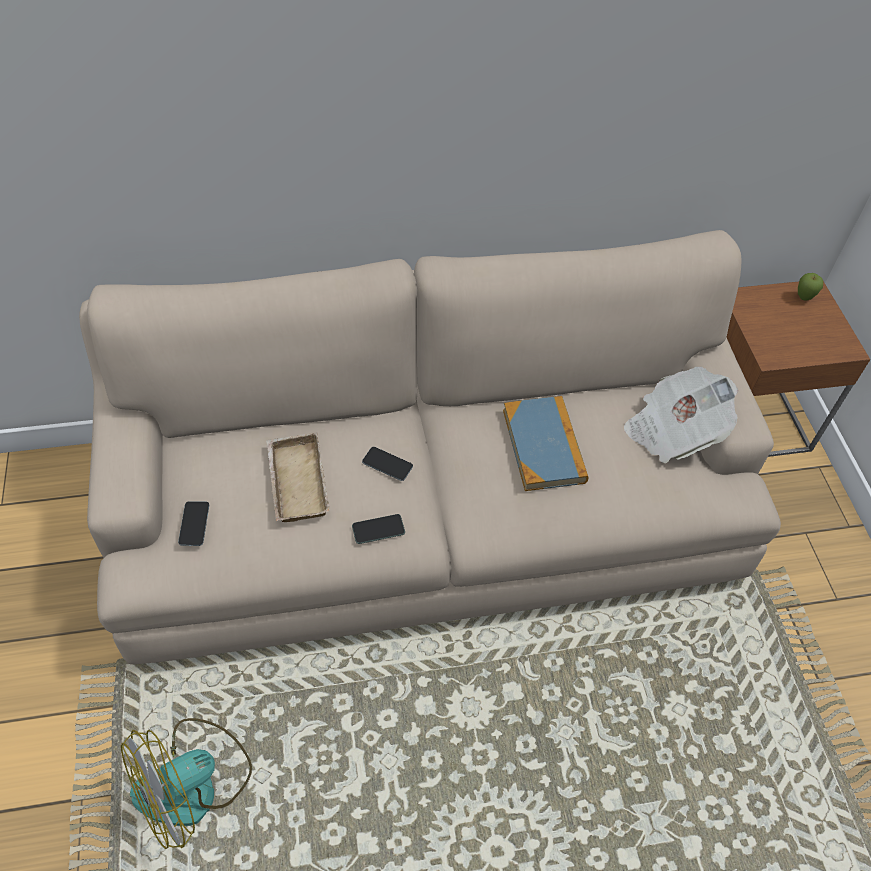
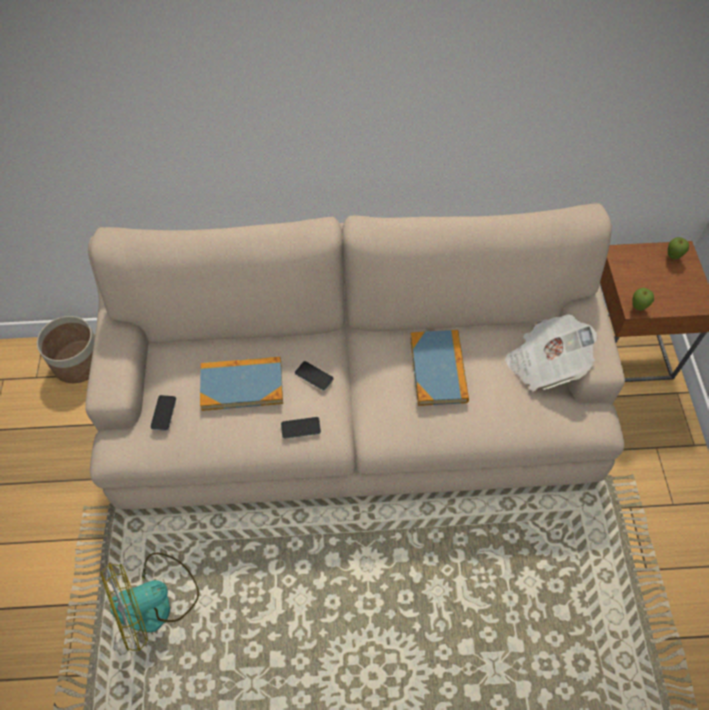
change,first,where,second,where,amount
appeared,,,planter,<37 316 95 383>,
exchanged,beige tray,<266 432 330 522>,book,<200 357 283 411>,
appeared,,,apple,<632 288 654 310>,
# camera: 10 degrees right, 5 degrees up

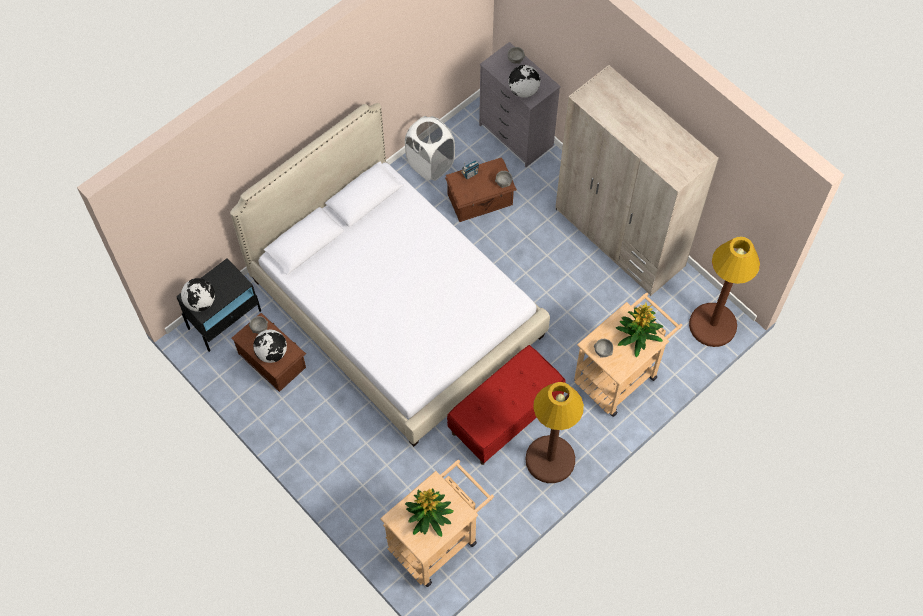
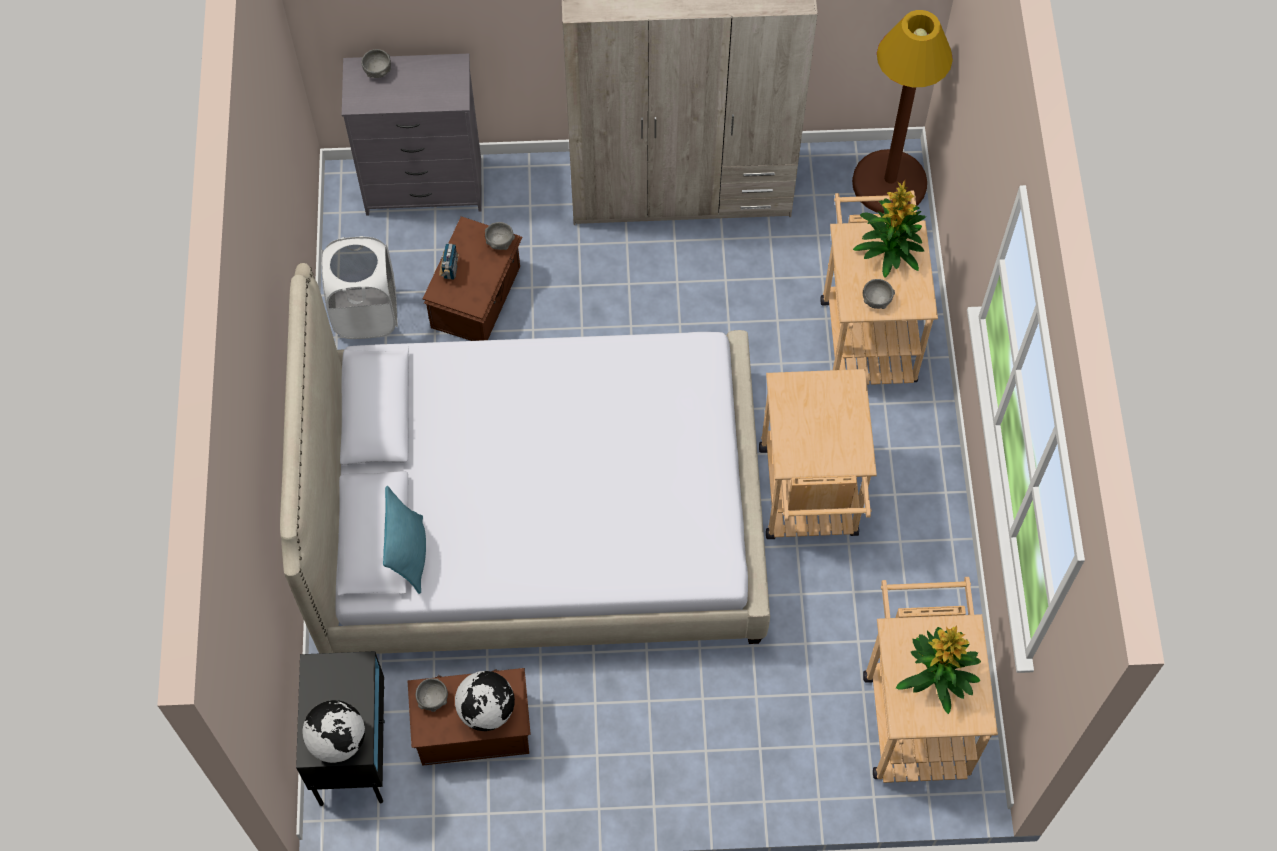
change,first,where,second,where,amount
appeared,,,turquoise pillow,<383 486 426 594>,
exchanged,red bench,<447 345 566 465>,beige cart,<759 369 877 539>,
missing,globe,<509 65 541 98>,,,
missing,brown floor lamp,<525 382 584 483>,,,
# camera: 50 degrees left, 0 degrees up

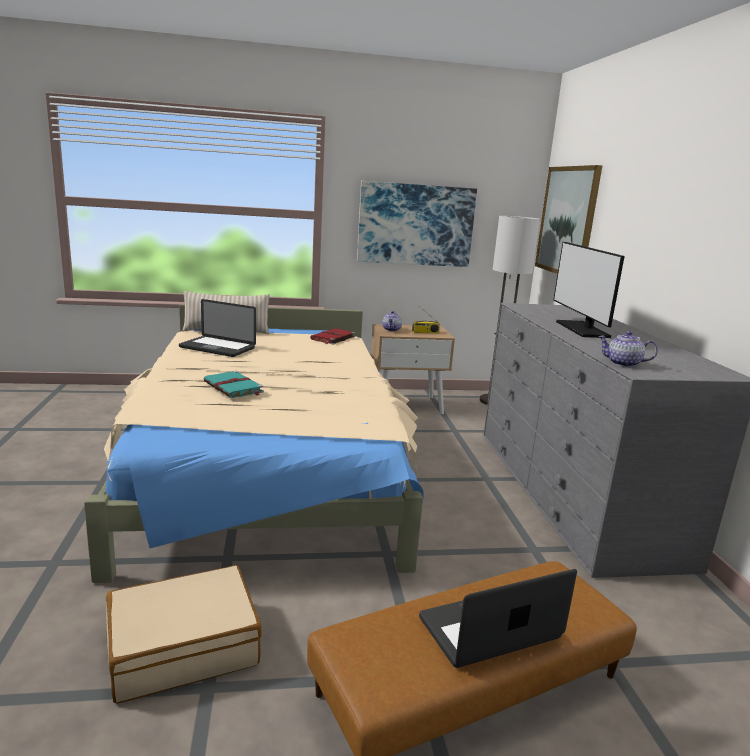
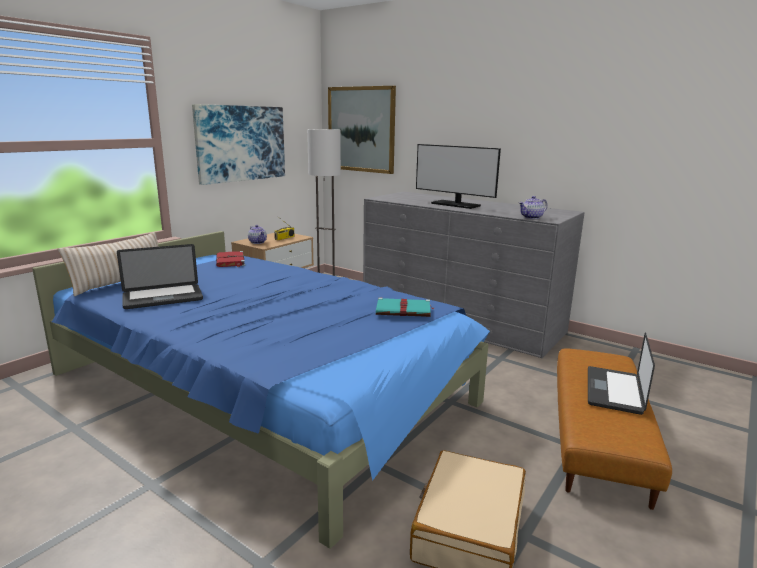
change,first,where,second,where,amount
colour,beige bed,<84 304 424 583>,blue bed,<32 231 490 549>,
relocated,turquoise book,<204 371 264 398>,,<376 298 434 317>,
# camera: 45 degrees left, 0 degrees up

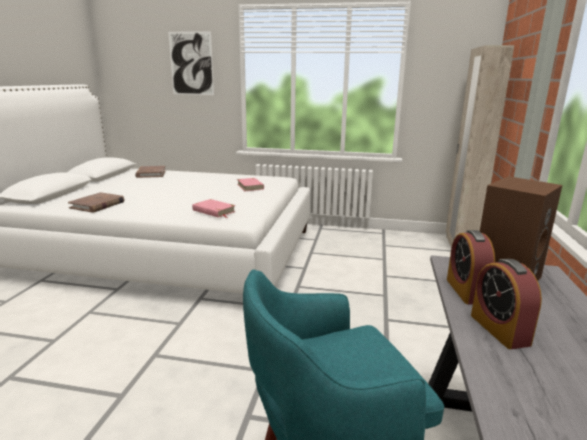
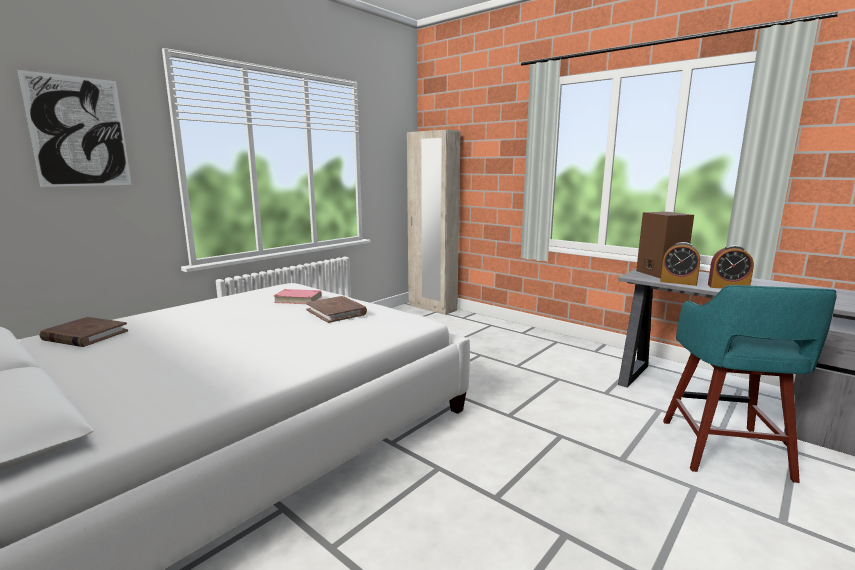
change,first,where,second,where,amount
relocated,brown book,<68 192 125 213>,,<306 296 367 323>,
missing,pink book,<192 199 236 218>,,,
# camera: 60 degrees left, 5 degrees down

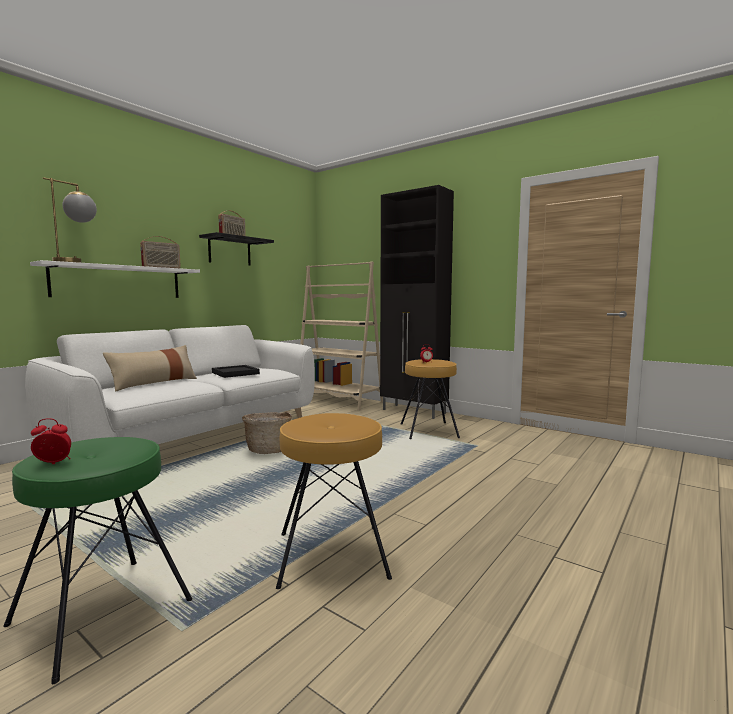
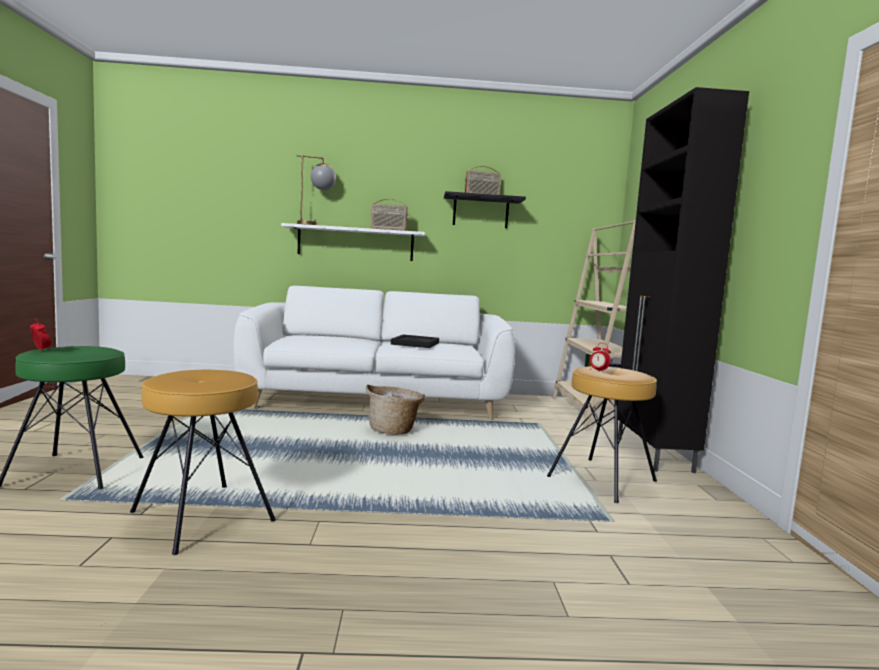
change,first,where,second,where,amount
missing,beige pillow,<103 345 197 392>,,,
# camera: 50 degrees right, 0 degrees up

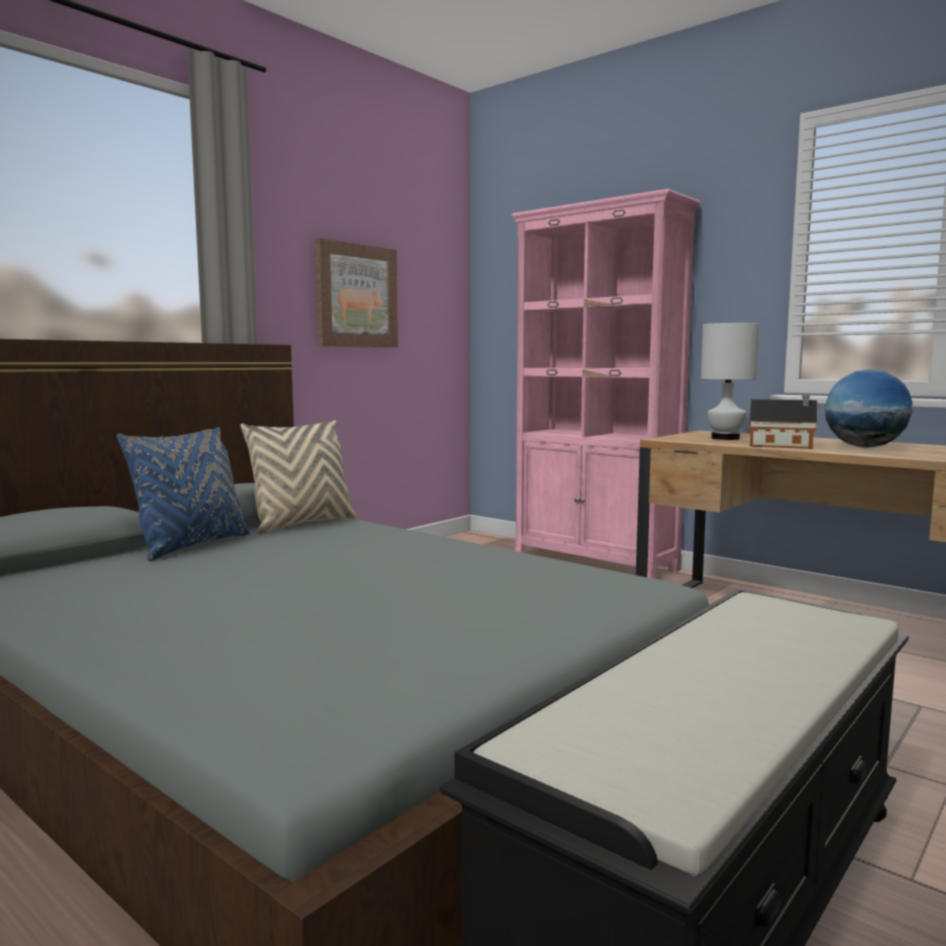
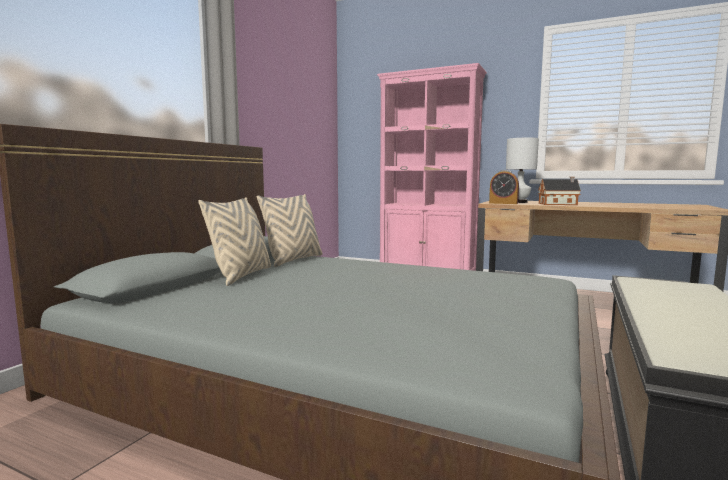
change,first,where,second,where,amount
colour,blue pillow,<117 427 250 561>,beige pillow,<198 197 271 286>,
appeared,,,alarm clock,<489 170 519 204>,
missing,picture,<315 238 398 347>,,,
missing,globe,<825 369 913 448>,,,
# camera: 15 degrees left, 0 degrees up

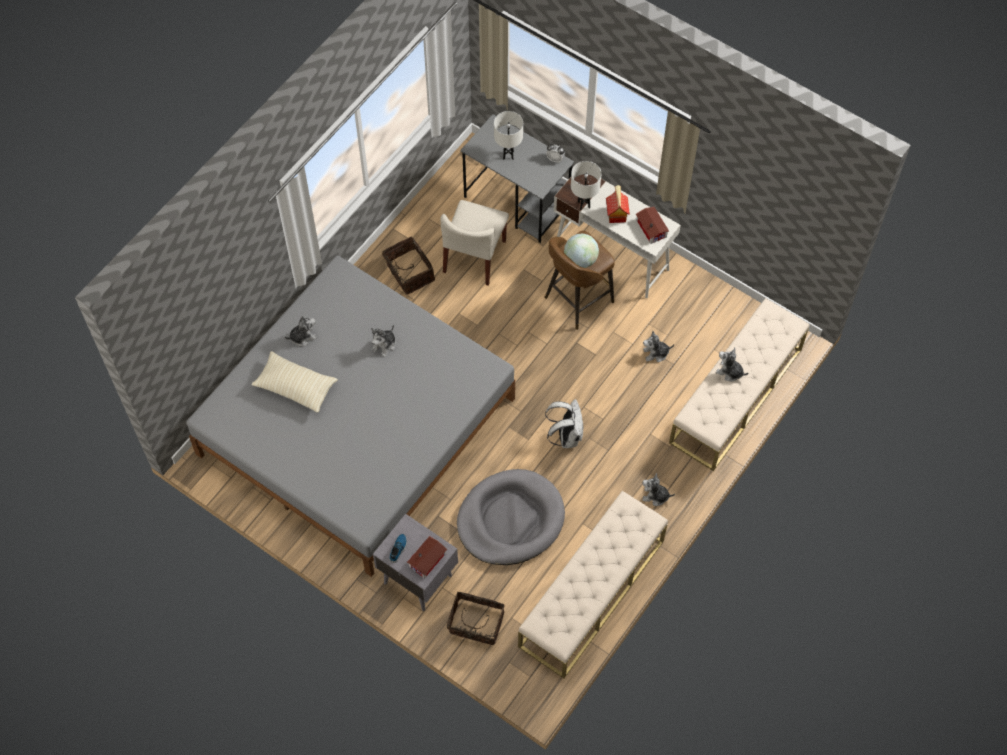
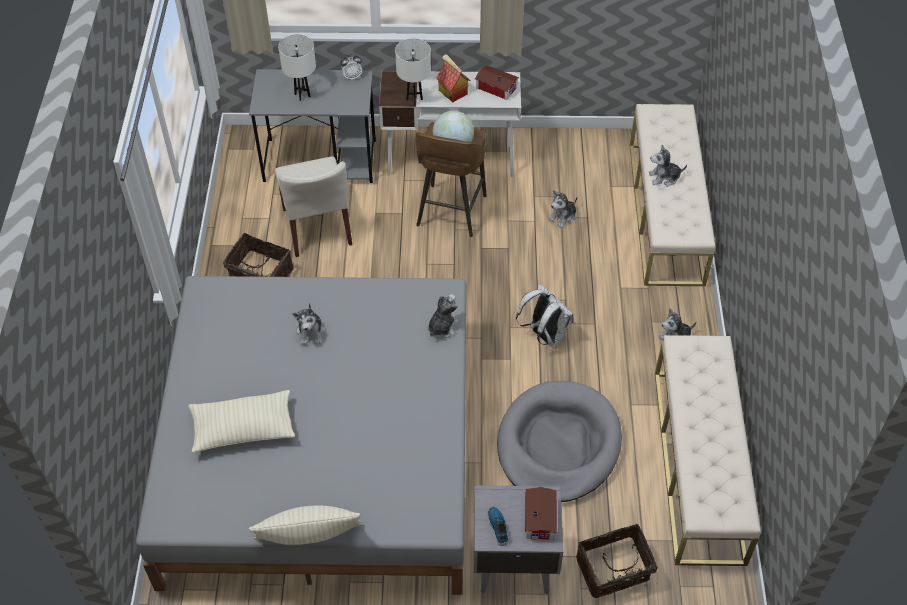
change,first,where,second,where,amount
appeared,,,beige pillow,<249 506 363 545>,
relocated,plush toy,<285 316 317 346>,,<428 294 459 338>,
# camera: 35 degrees left, 10 degrees down

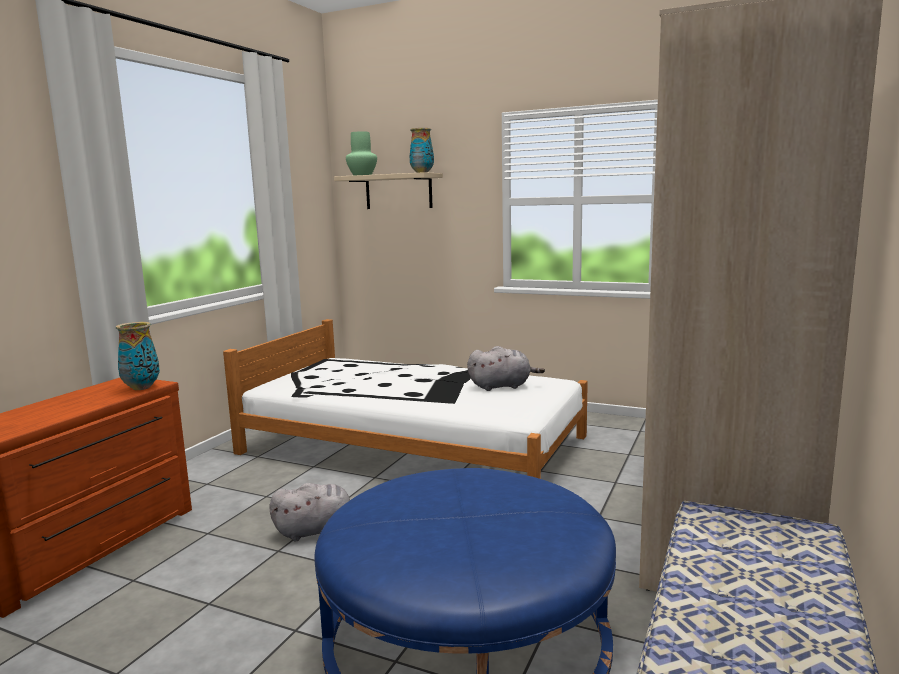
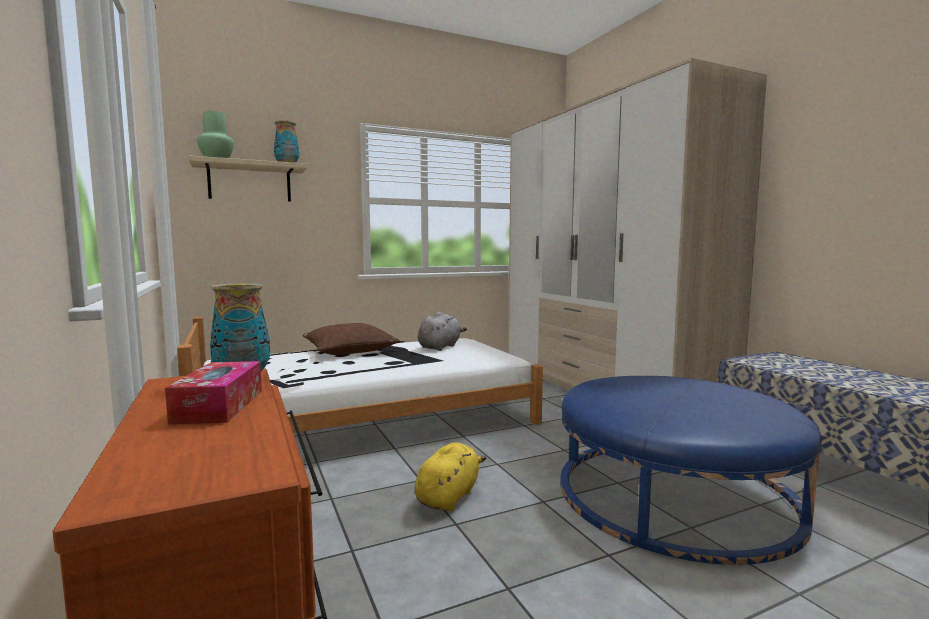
change,first,where,second,where,amount
appeared,,,tissue box,<165 361 262 424>,
appeared,,,brown pillow,<303 323 400 355>,
colour,grey plush toy,<269 483 350 541>,yellow plush toy,<415 442 487 512>,
# camera: 50 degrees left, 5 degrees down

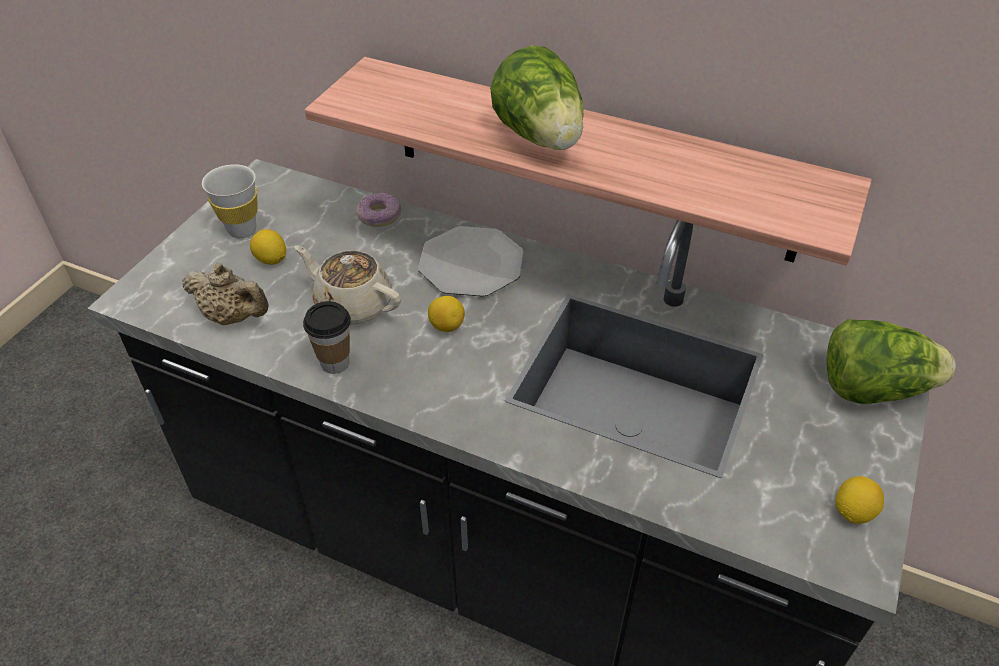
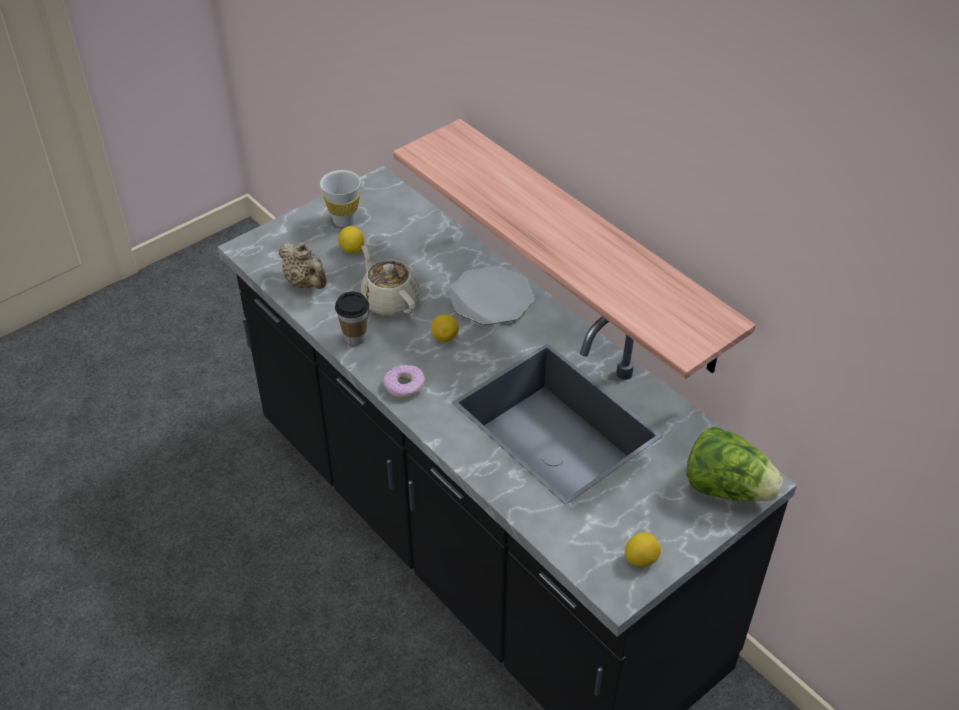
change,first,where,second,where,amount
relocated,donut,<356 193 401 227>,,<383 365 425 398>,
missing,lettuce,<490 46 584 150>,,,
# camera: 25 degrees right, 0 degrees up

